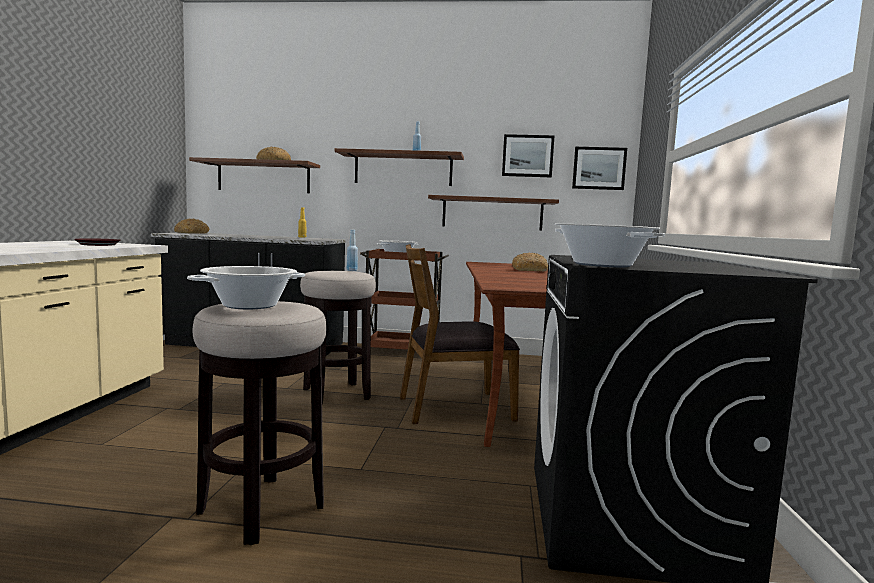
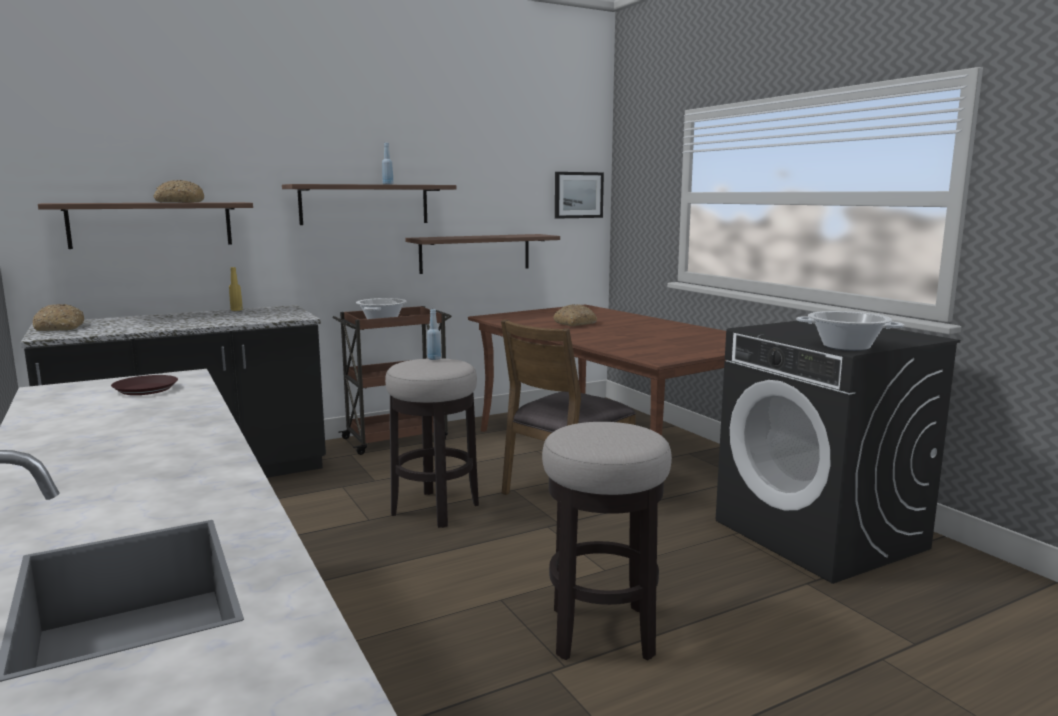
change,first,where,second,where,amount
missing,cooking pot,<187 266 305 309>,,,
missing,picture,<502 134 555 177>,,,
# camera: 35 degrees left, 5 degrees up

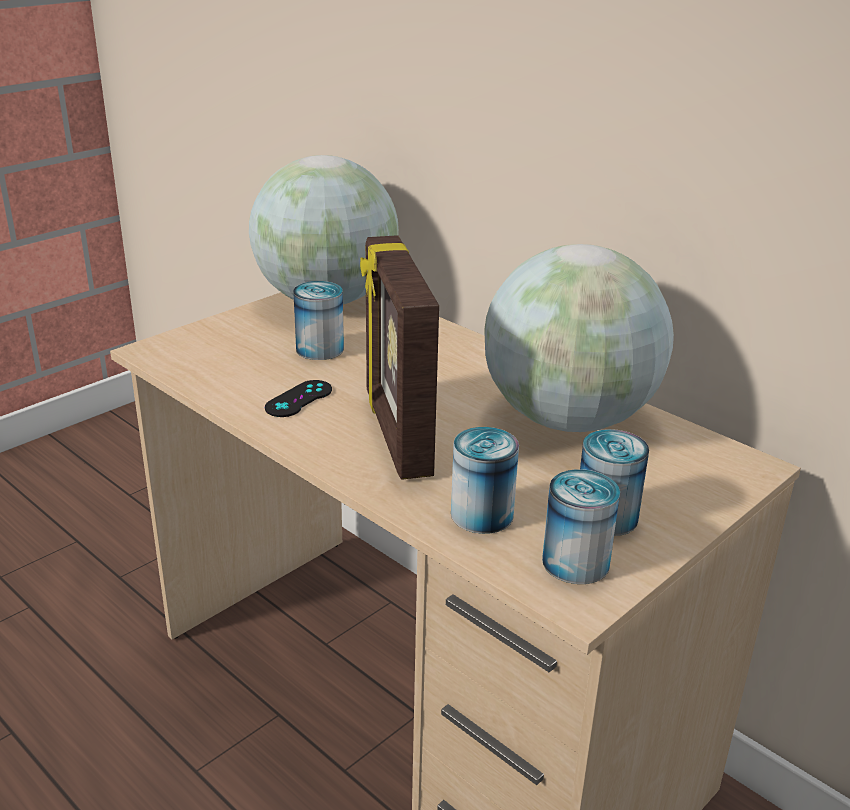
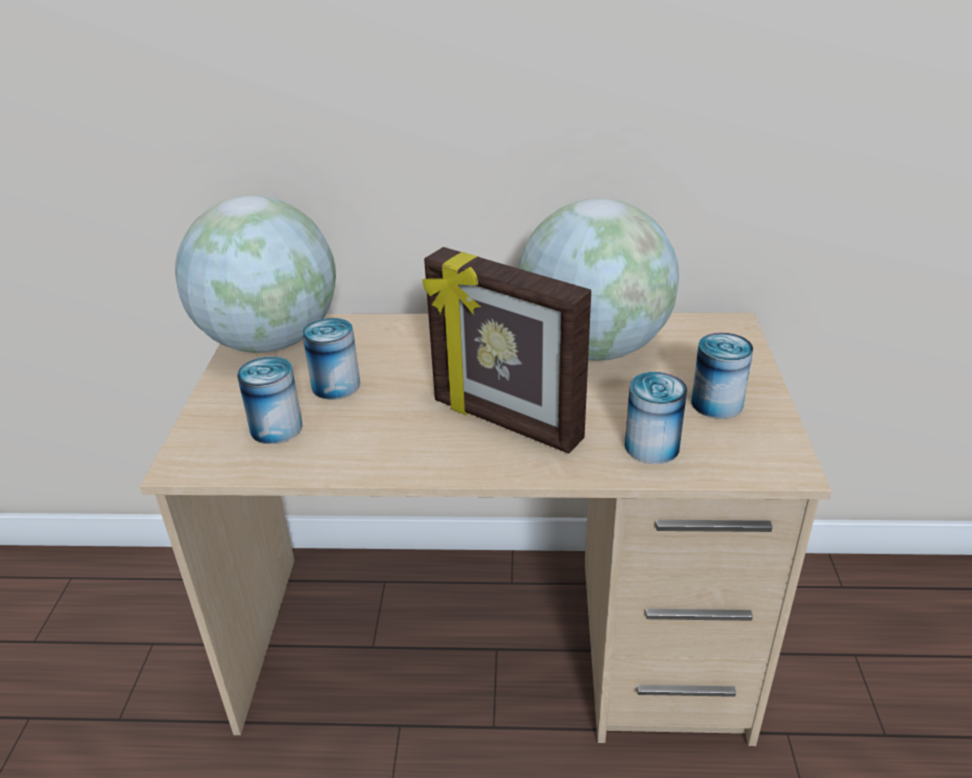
change,first,where,second,where,amount
relocated,can,<542 469 620 584>,,<237 356 302 444>,
missing,black game controller,<265 380 332 417>,,,
# camera: 40 degrees left, 5 degrees up

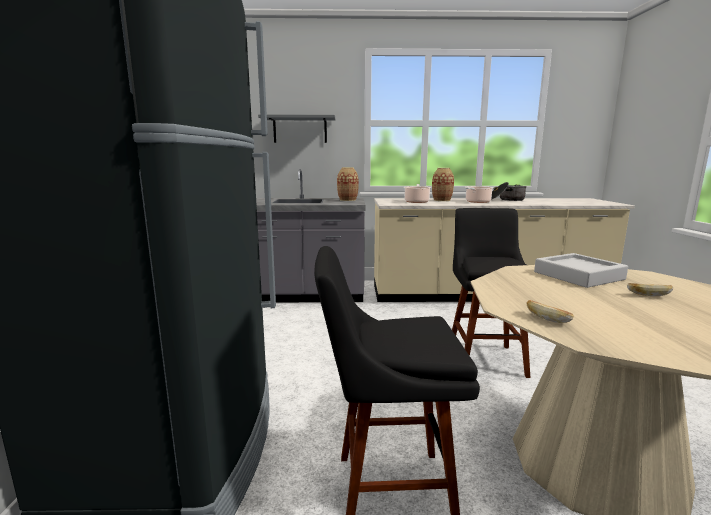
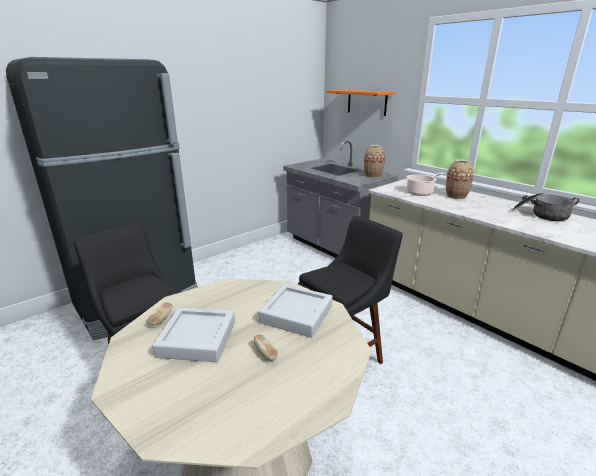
change,first,where,second,where,amount
appeared,,,grey tray,<152 308 235 362>,
colour,grey shelf,<258 114 336 143>,orange shelf,<327 90 395 116>,
missing,cooking pot,<465 186 493 203>,,,
# camera: 50 degrees right, 10 degrees up

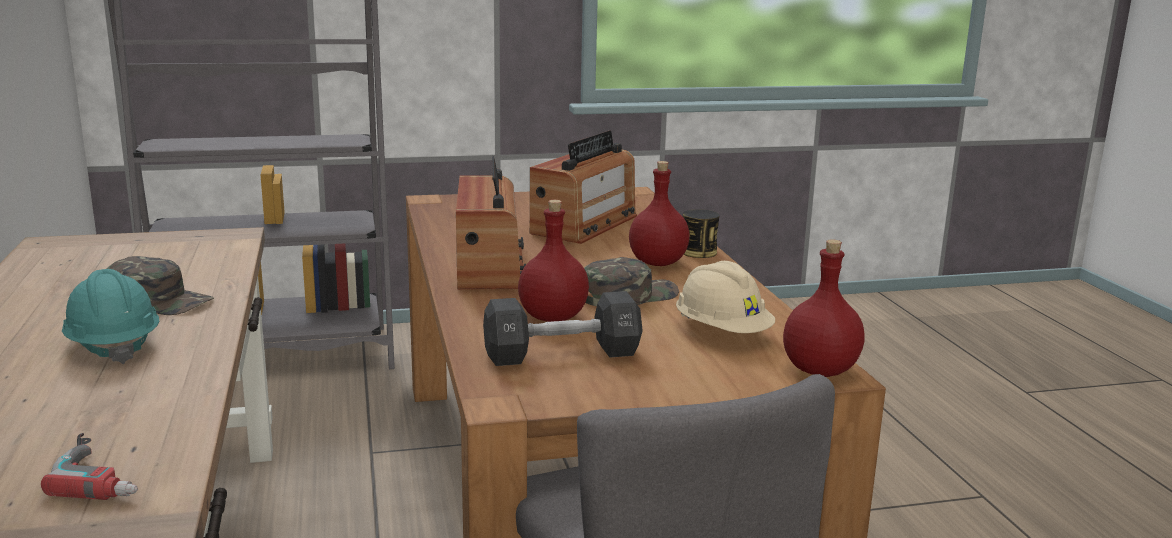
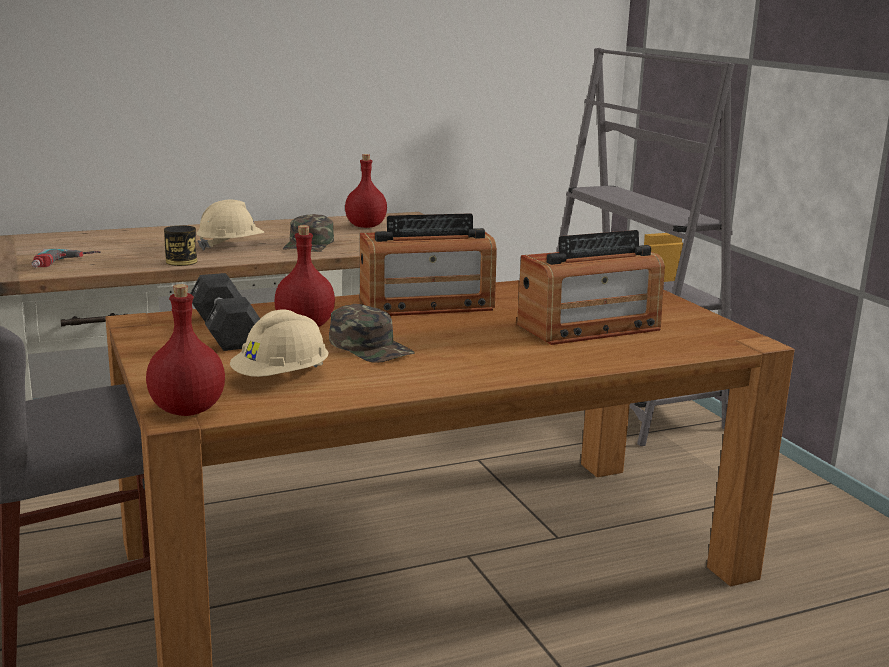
change,first,where,second,where,amount
relocated,can,<683 209 720 258>,,<164 225 198 266>,
colour,turquoise hard hat,<62 269 159 364>,beige hard hat,<196 200 264 251>,
relocated,red bottle,<629 161 690 266>,,<345 154 387 228>,
spun,radio,<530 131 637 244>,,<517 230 665 345>,45 degrees counterclockwise
# camera: 80 degrees right, 0 degrees up

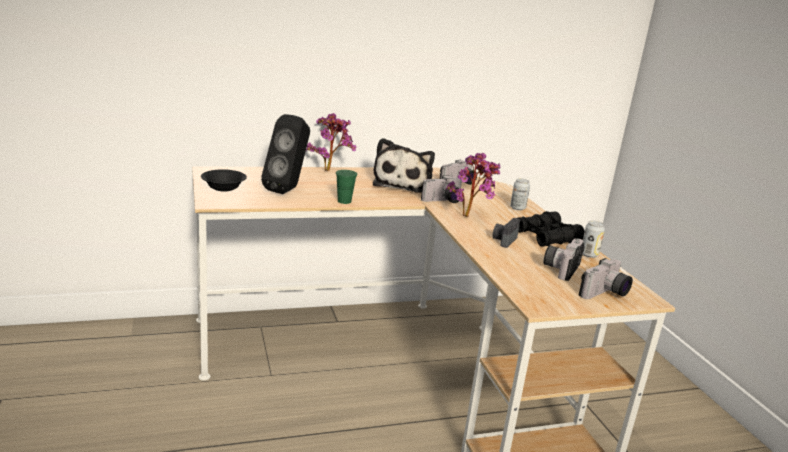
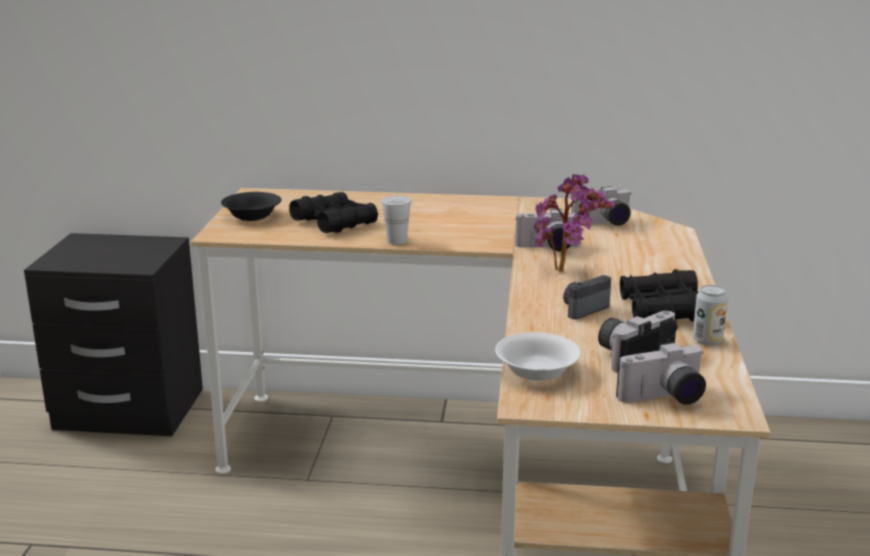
change,first,where,second,where,amount
appeared,,,black nightstand,<24 233 203 436>,
exchanged,black speaker,<261 114 310 194>,black binoculars,<289 192 378 233>,
colour,green cup,<336 170 357 204>,white cup,<381 196 412 245>,
appeared,,,white bowl,<495 332 581 381>,
missing,potted plant,<306 113 356 171>,,,
missing,plush toy,<373 138 435 193>,,,
missing,can,<510 178 530 210>,,,
# camera: 25 degrees right, 0 degrees up

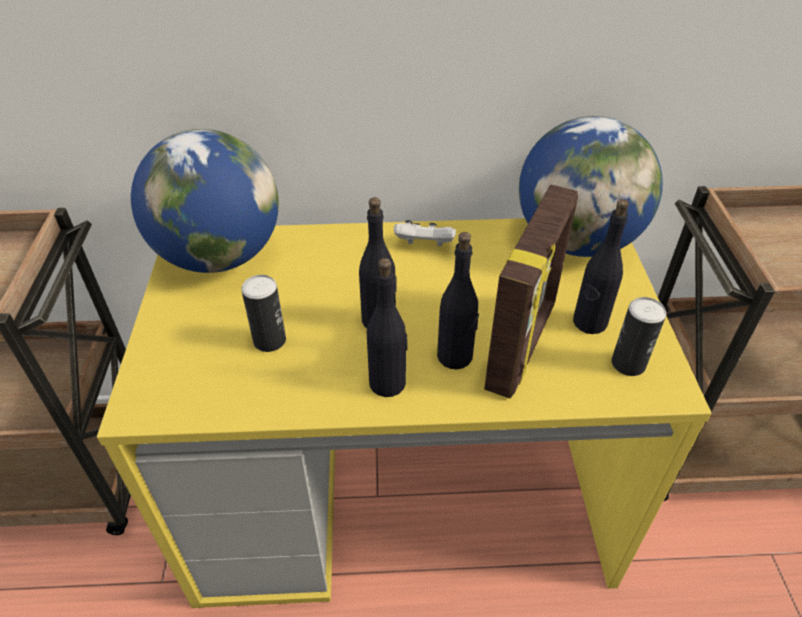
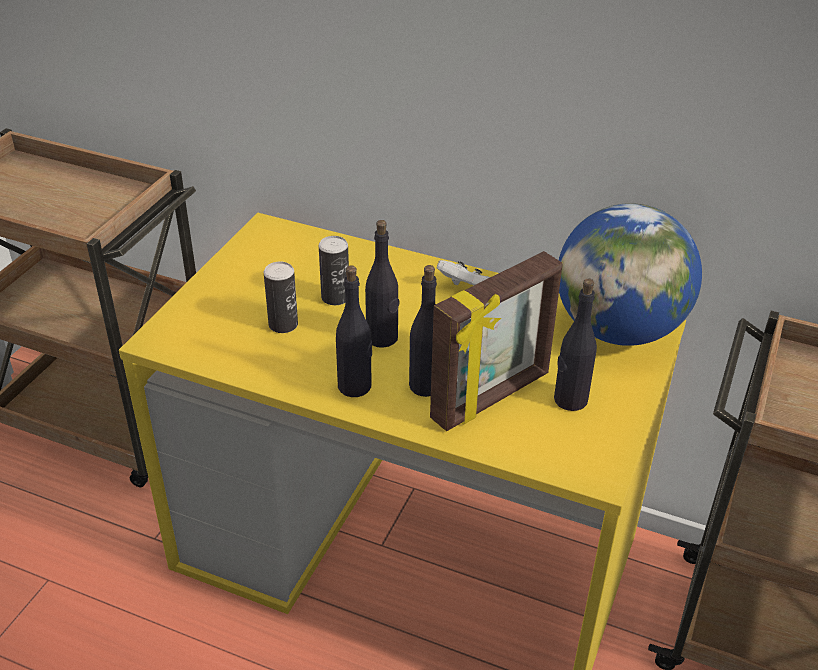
change,first,where,second,where,amount
relocated,can,<612 297 666 376>,,<319 236 349 305>,
missing,globe,<131 129 279 273>,,,
# camera: 25 degrees right, 5 degrees down

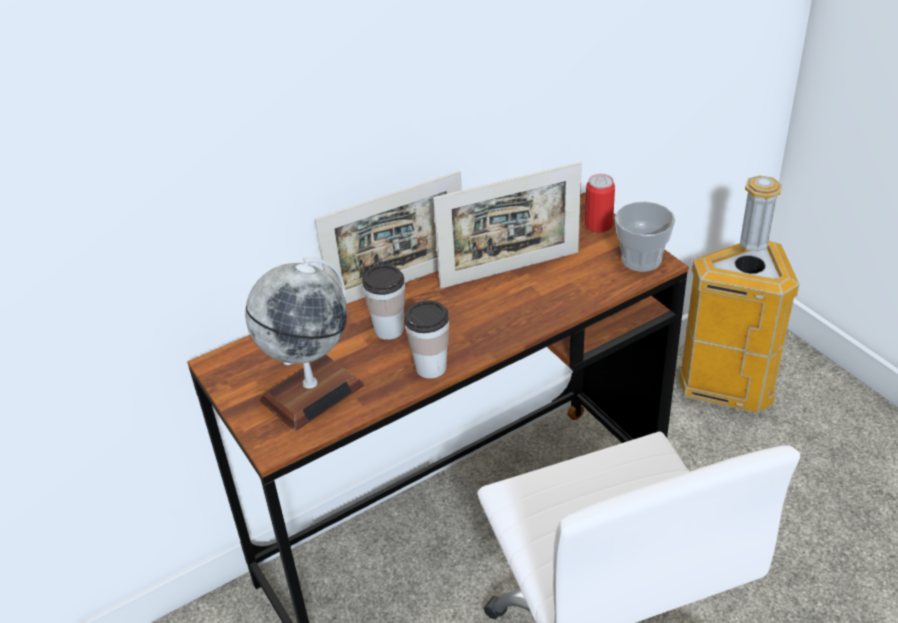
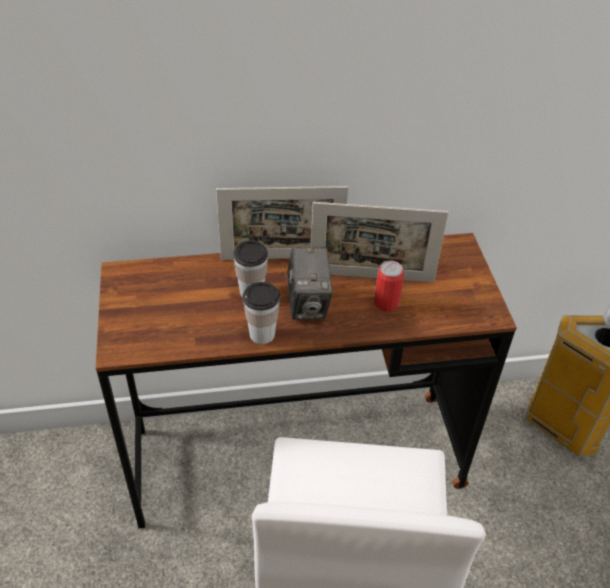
change,first,where,second,where,amount
appeared,,,photo camera,<287 247 333 319>,
relocated,can,<585 174 615 233>,,<374 261 404 312>,
missing,globe,<245 257 364 431>,,,
missing,cup,<615 201 675 272>,,,
# camera: 20 degrees right, 5 degrees up

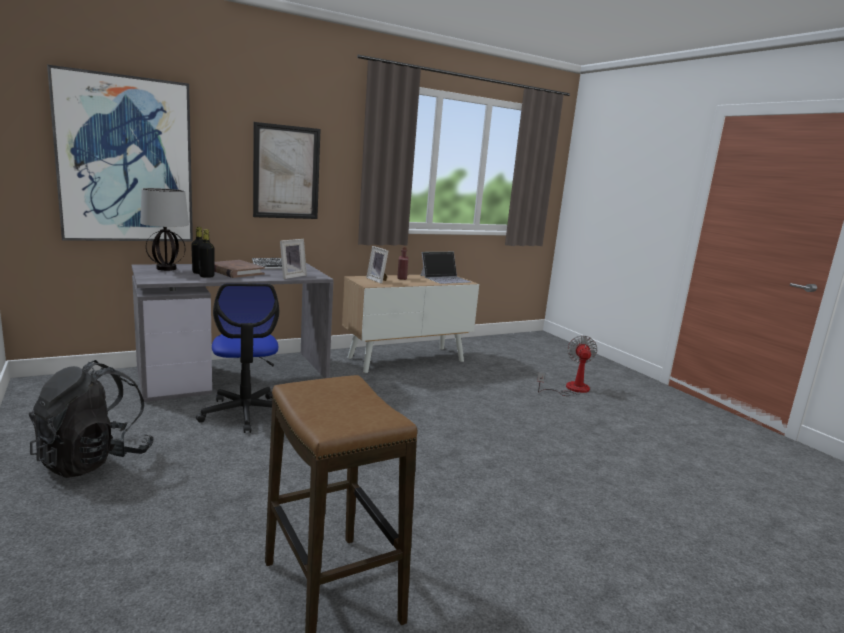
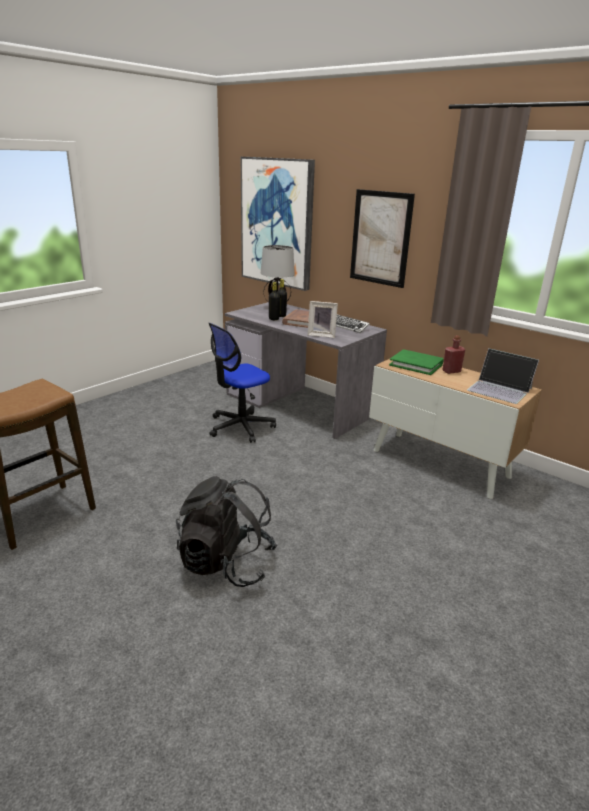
change,first,where,second,where,amount
relocated,black backpack,<29 360 154 478>,,<176 476 278 587>,
exchanged,picture frame,<366 246 388 284>,green book,<389 349 443 375>,
missing,fan,<537 335 597 396>,,,
# camera: 70 degrees right, 10 degrees up

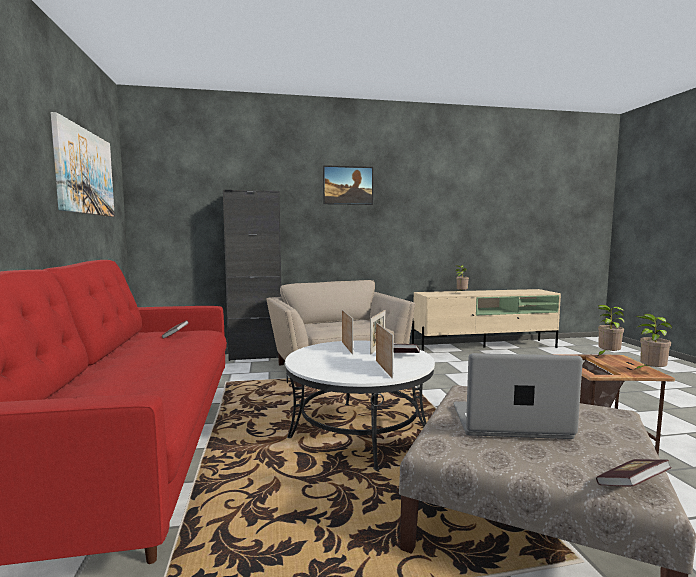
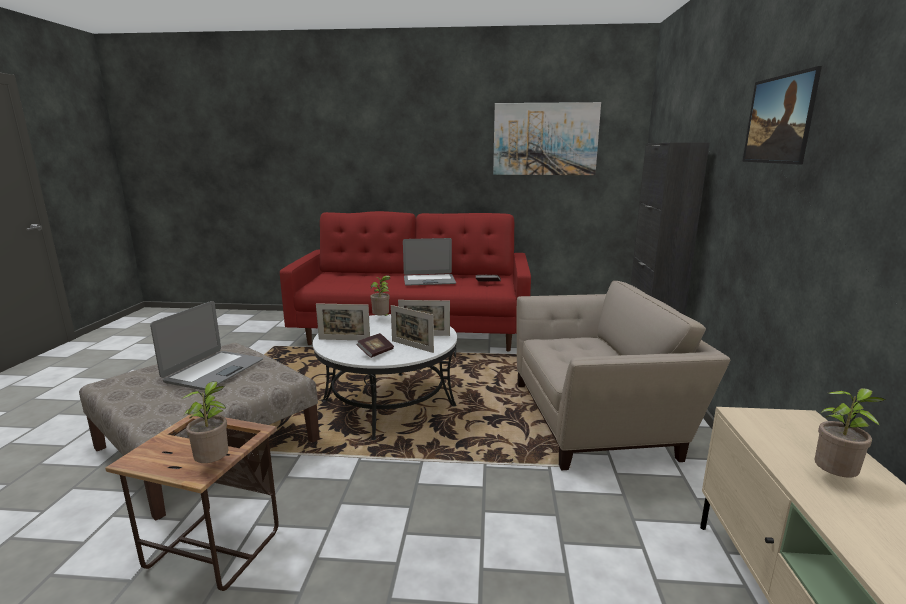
change,first,where,second,where,amount
relocated,potted plant,<634 314 672 370>,,<370 276 390 316>,
appeared,,,laptop,<403 238 456 286>,
missing,book,<596 459 672 486>,,,
# camera: 105 degrees right, 10 degrees up

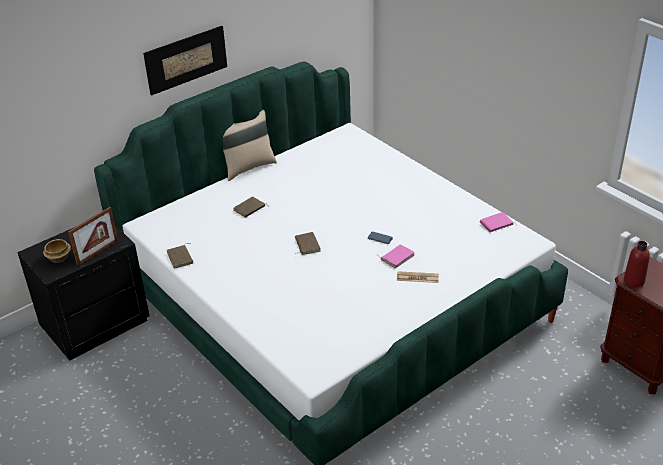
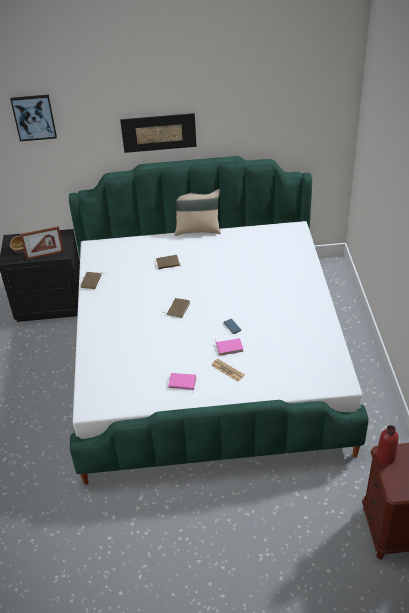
change,first,where,second,where,amount
appeared,,,picture,<10 95 57 141>,
relocated,pink book,<480 212 517 232>,,<168 373 197 393>,
# camera: 35 degrees right, 5 degrees up

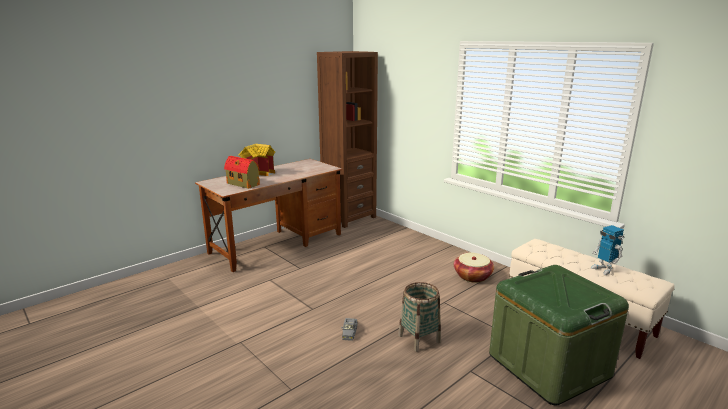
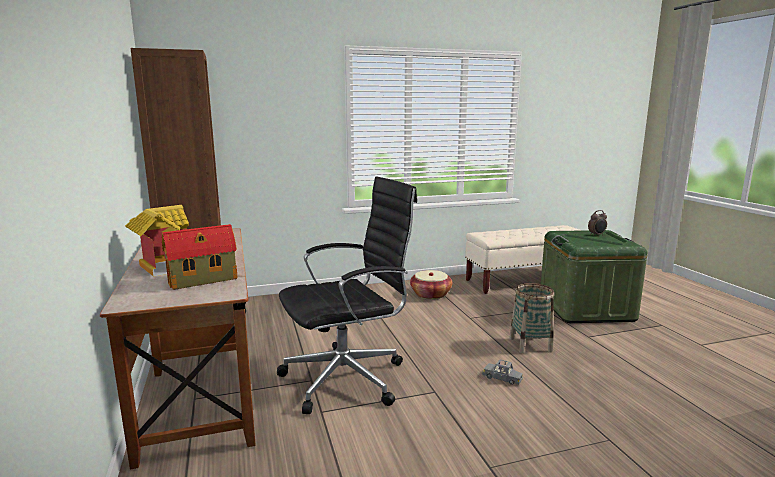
change,first,where,second,where,amount
appeared,,,black office chair,<277 176 417 414>,
appeared,,,alarm clock,<588 210 607 236>,
missing,toy robot,<591 225 624 275>,,,
# camera: 65 degrees left, 5 degrees down

